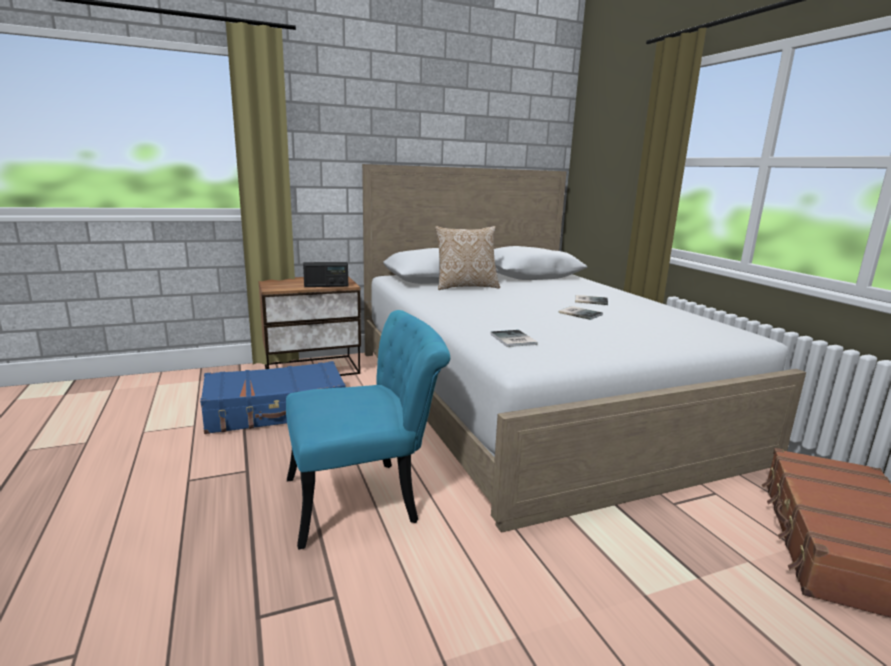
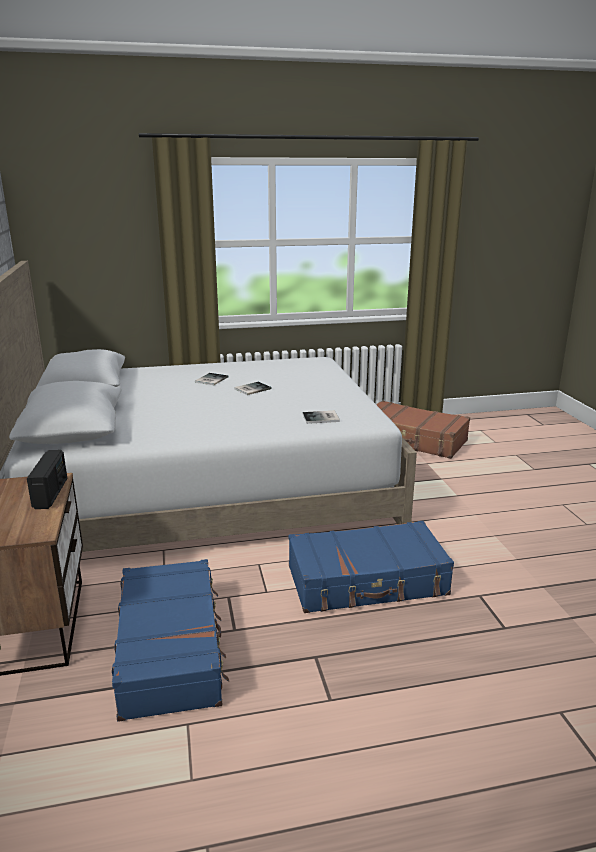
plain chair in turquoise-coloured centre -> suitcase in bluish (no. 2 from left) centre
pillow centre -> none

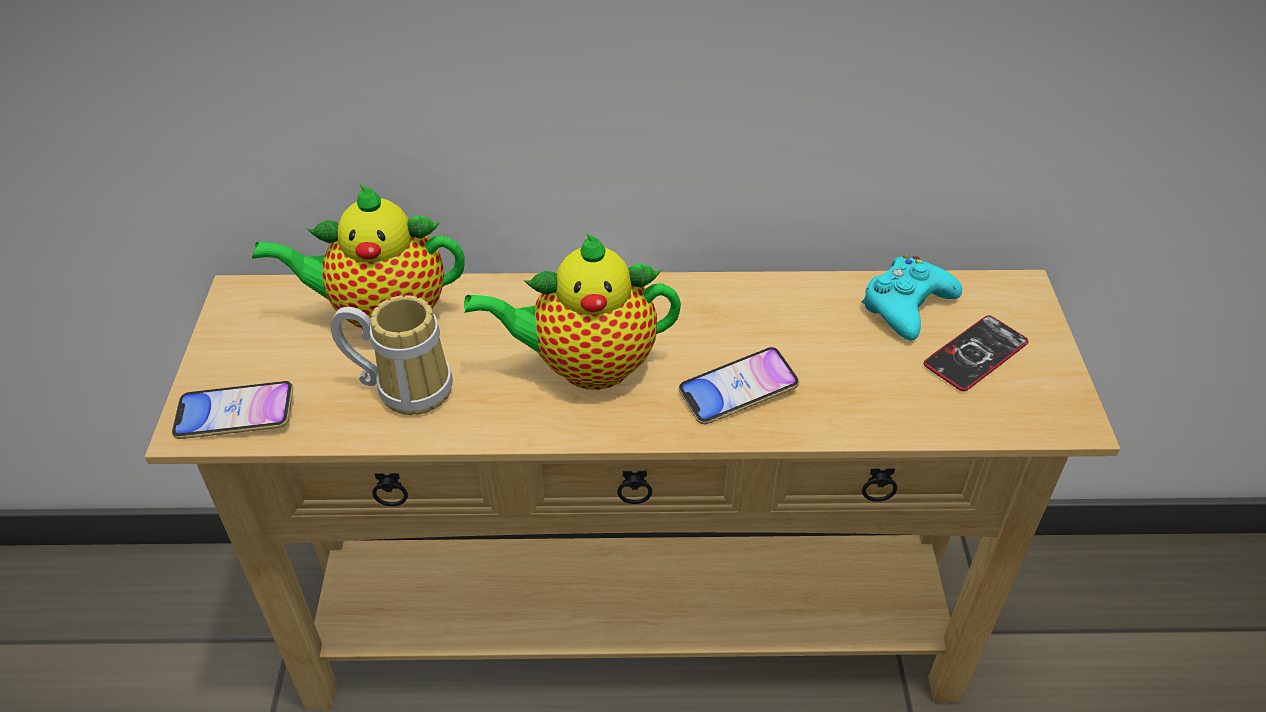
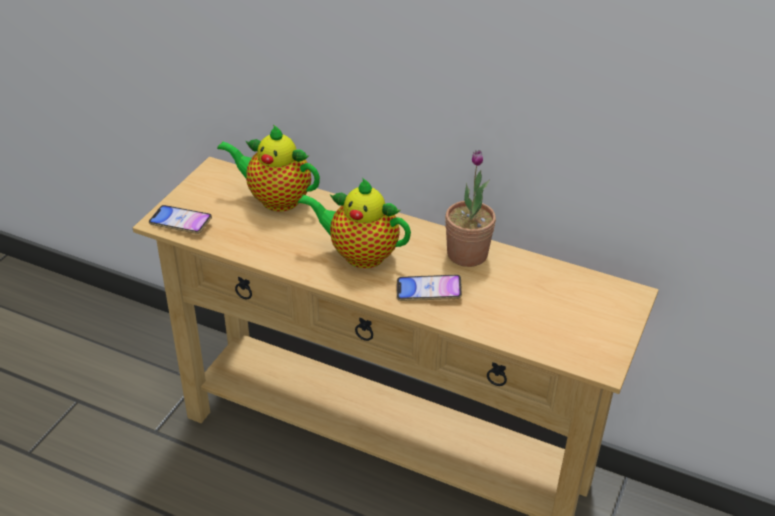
coffee mug middle left -> none
game controller in turquoise-coloured middle right -> none
telephone (no. 3 from left) middle right -> none
none -> plant in a pot centre

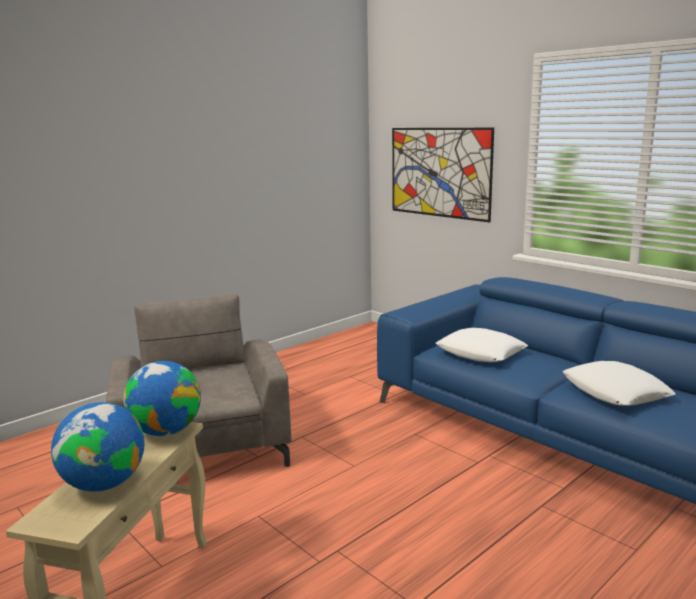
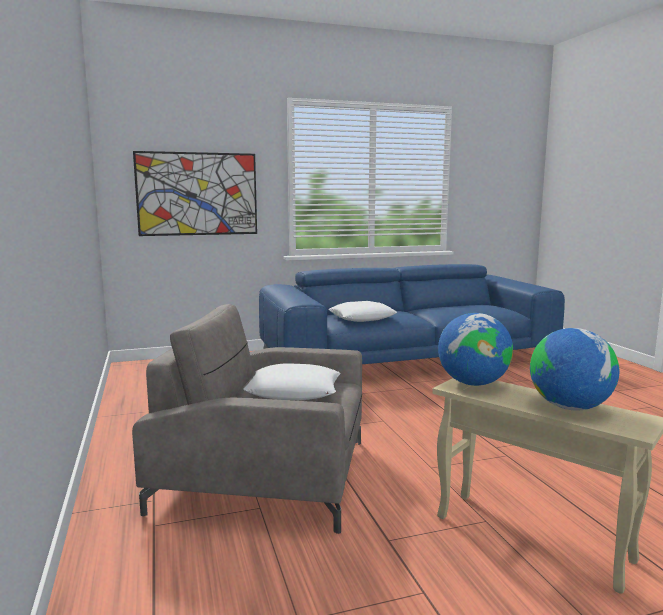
pillow in white (no. 2 from left in the first image) middle right -> pillow in white (no. 1 from left) centre, relocated

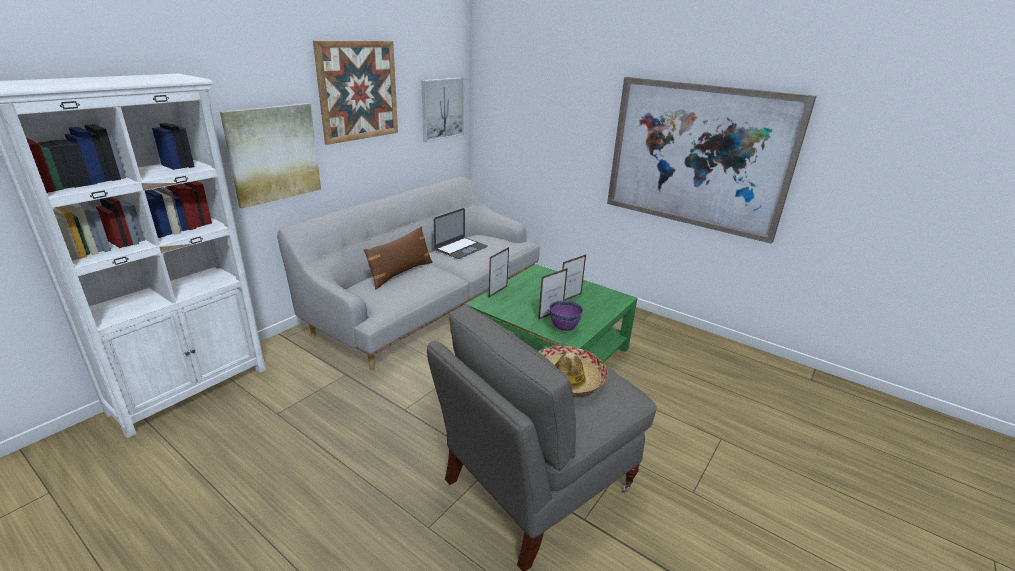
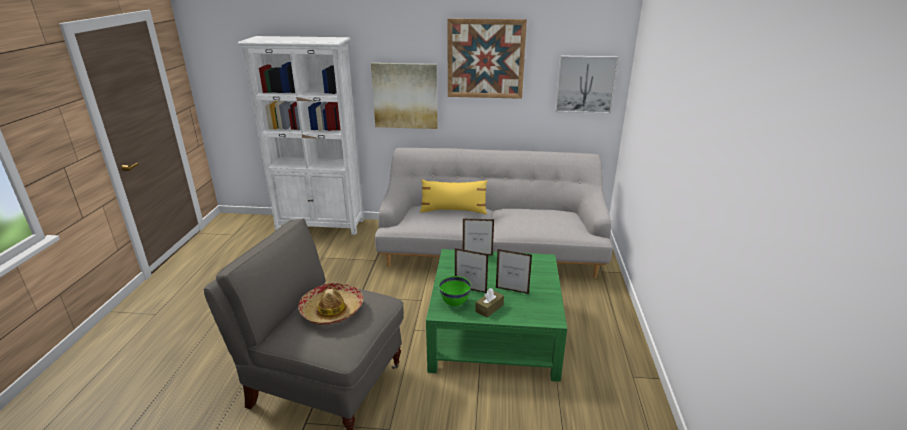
pillow in brown centre -> pillow in yellow-coloured centre
portable computer centre -> none
deep dish in purplish centre -> deep dish in greenish bottom centre
wall picture (no. 4 from left) top right -> none
none -> tissue holder in brown bottom centre

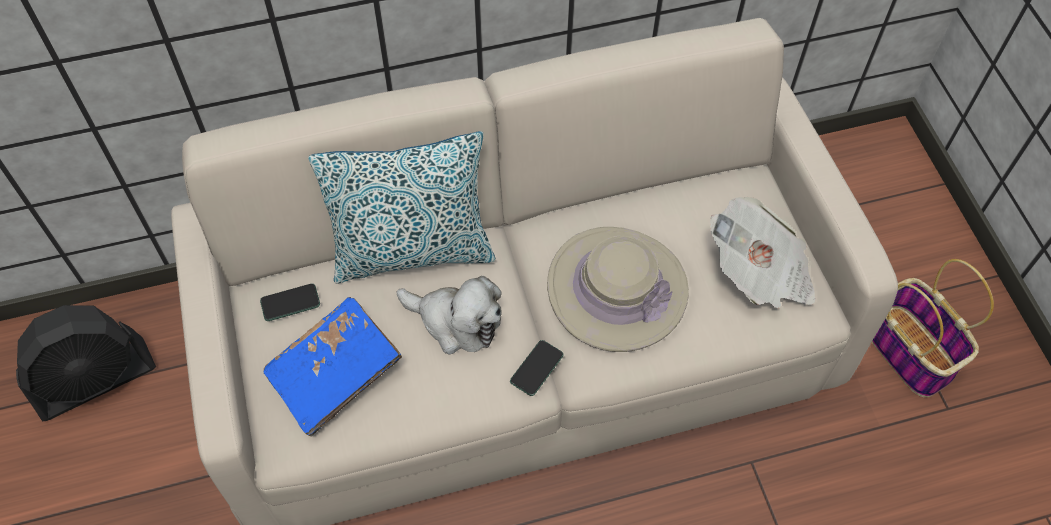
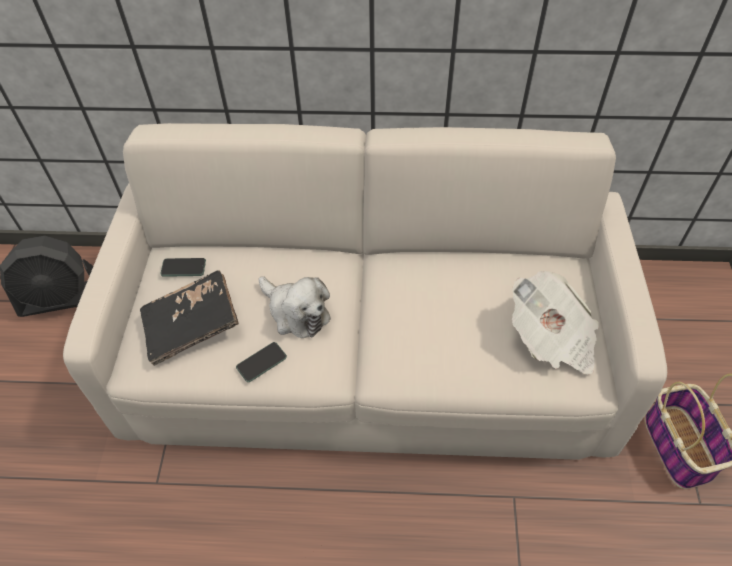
book in bluish bottom left -> book in black middle left
pillow centre -> none
telephone (no. 2 from left) bottom centre -> telephone (no. 2 from left) centre, relocated
wearable hat in beige centre -> none

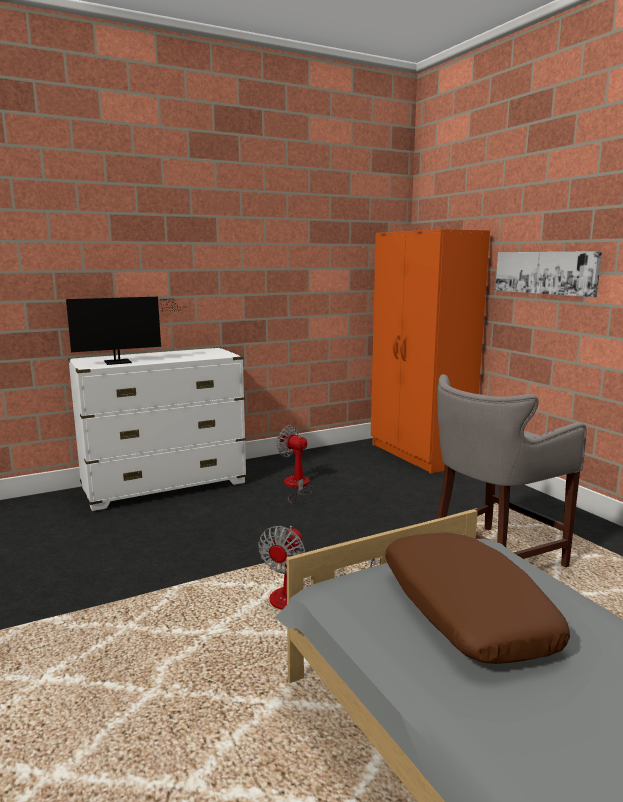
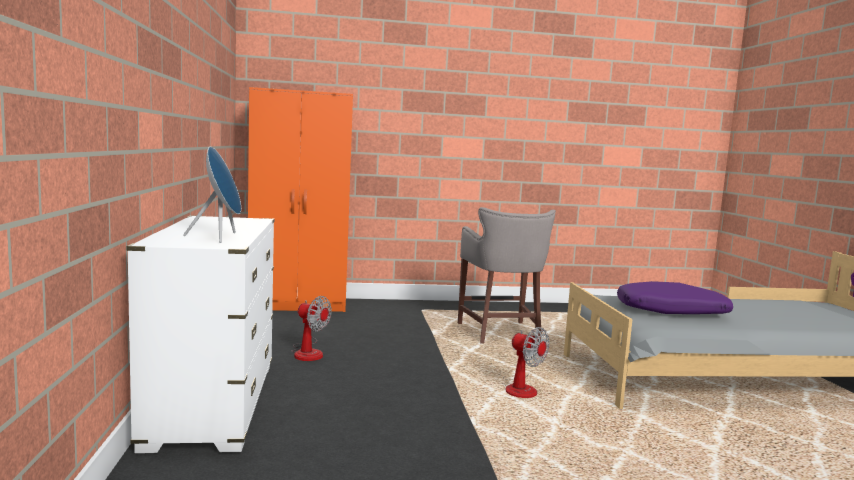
computer display middle left -> audio speaker in bluish middle left
fan (no. 1 from left) centre -> fan (no. 1 from left) bottom centre, 120 degrees counterclockwise
pillow in brown bottom right -> pillow in purplish middle right
wall picture middle right -> none

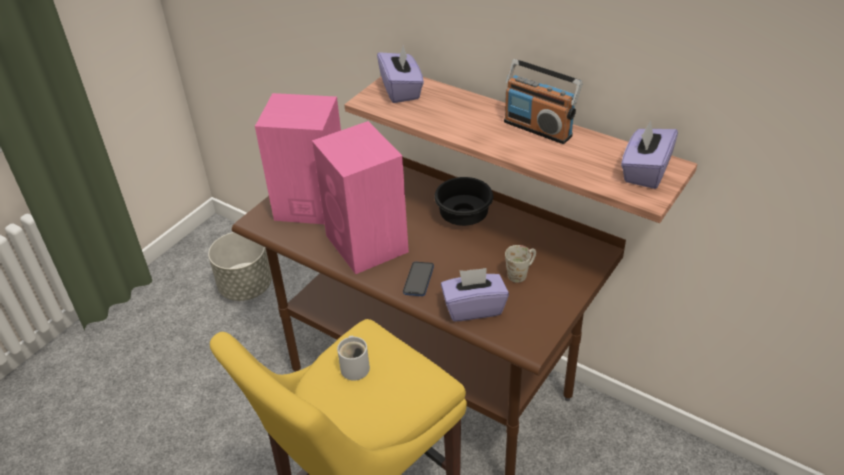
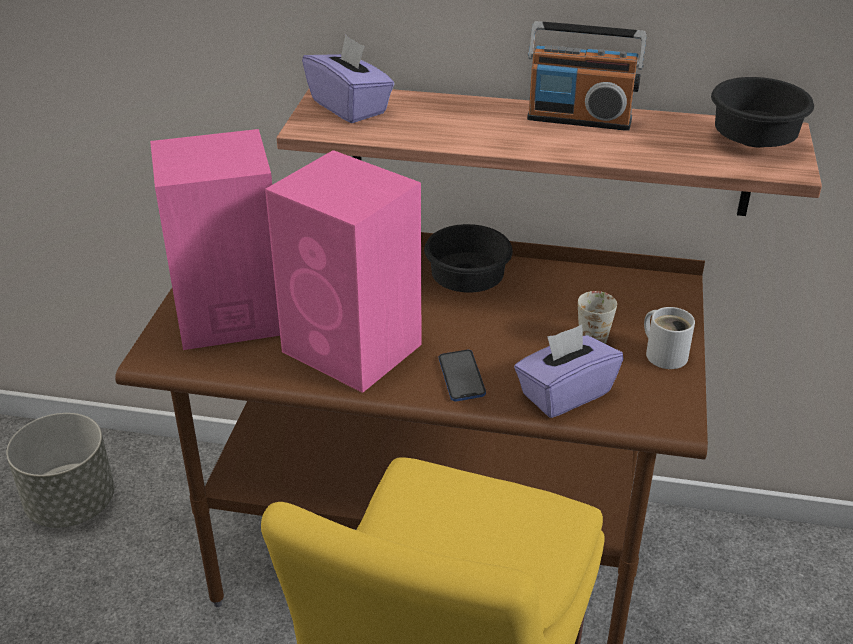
coffee mug in white (no. 1 from left in the first image) bottom centre -> coffee mug in white (no. 2 from left) middle right, relocated
tissue holder in purplish (no. 3 from left) top right -> deep dish in black (no. 2 from left) top right

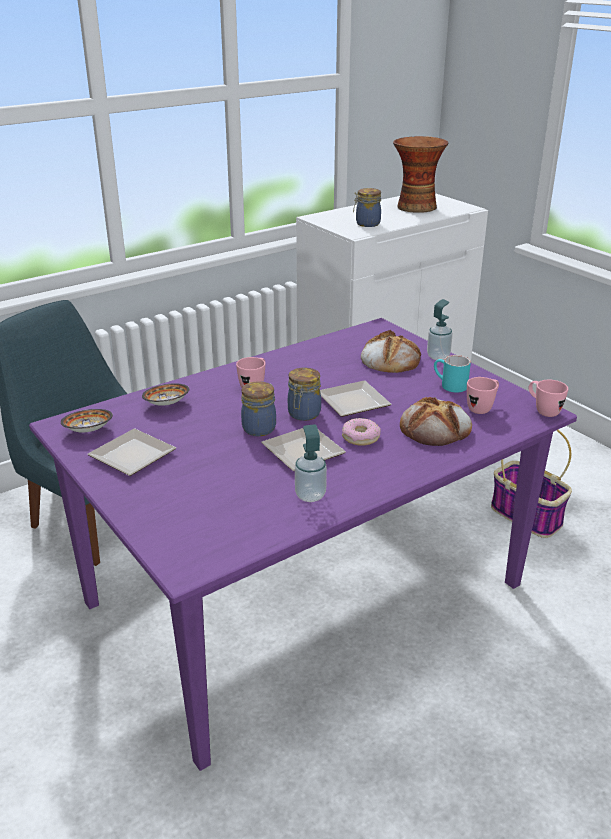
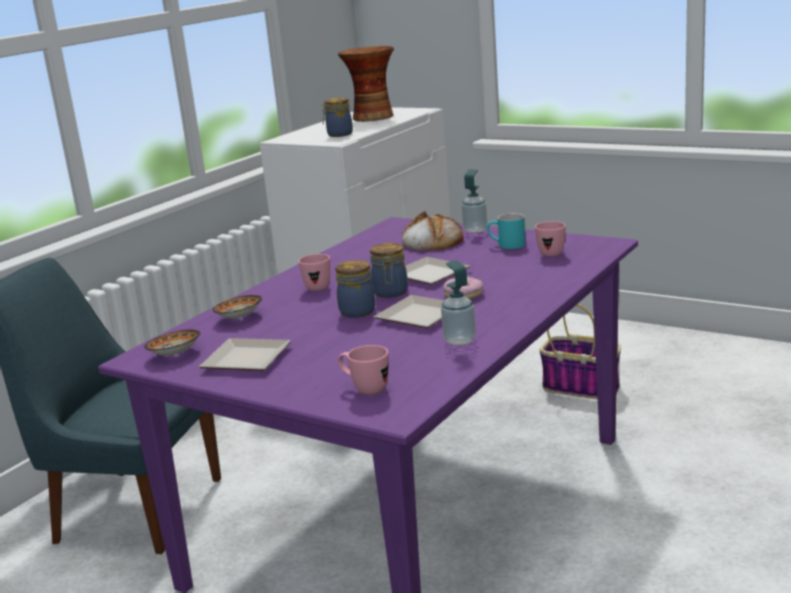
bakery bread (no. 2 from left) middle right -> none
coffee mug in pink (no. 3 from left in the first image) middle right -> coffee mug in pink (no. 2 from left) centre, relocated

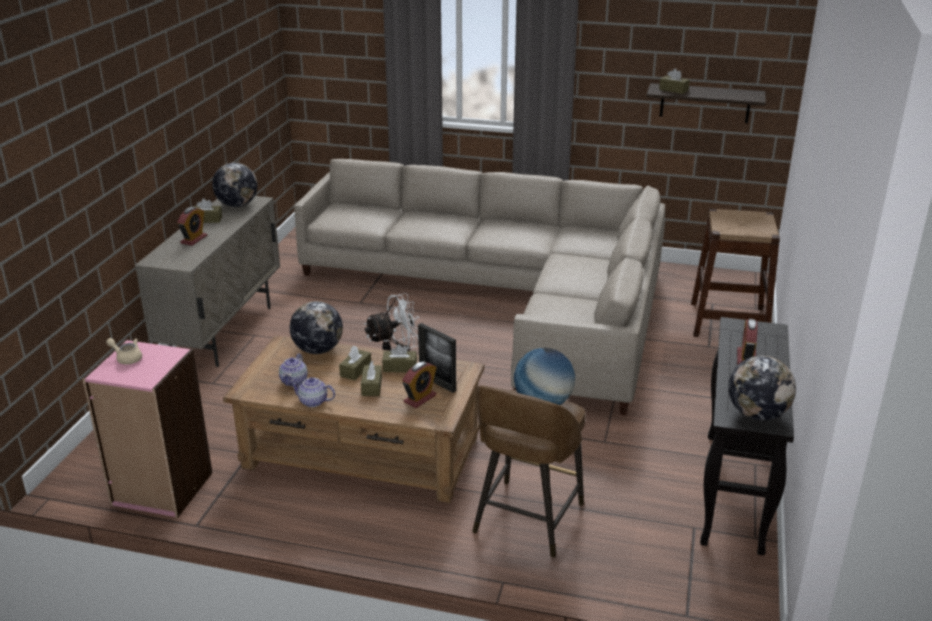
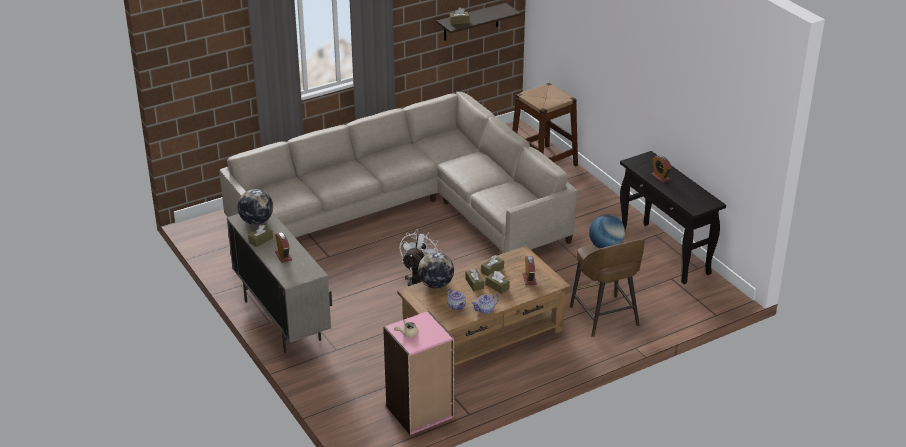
standing frame centre -> none
desk globe (no. 4 from left) middle right -> none

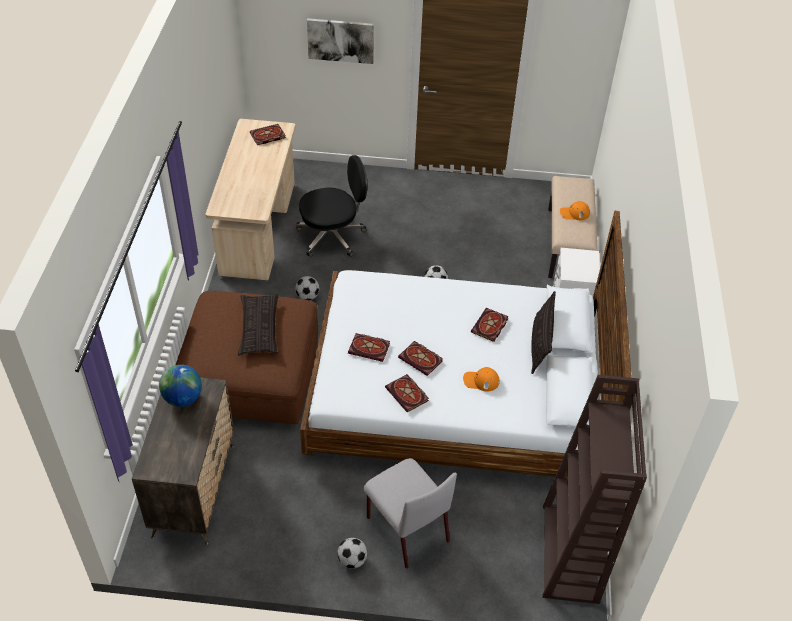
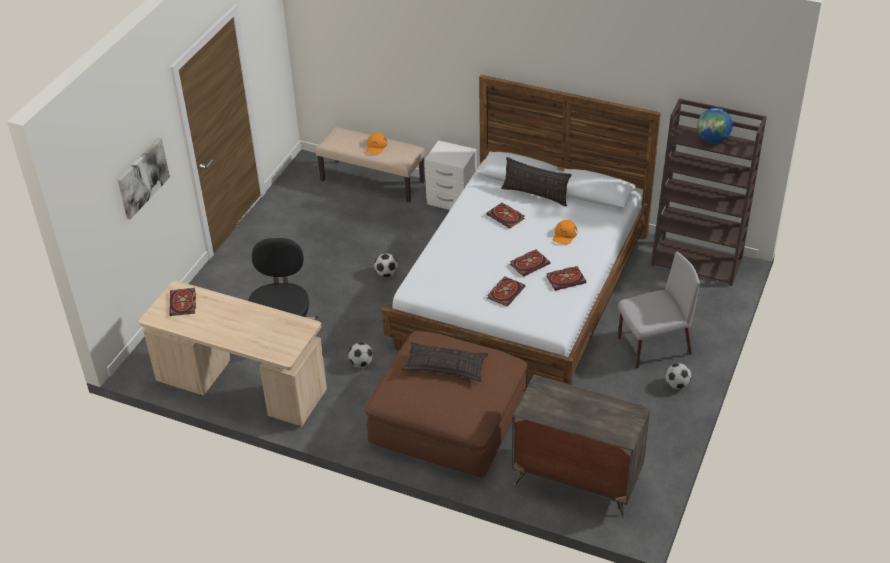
desk globe middle left -> desk globe top right, relocated

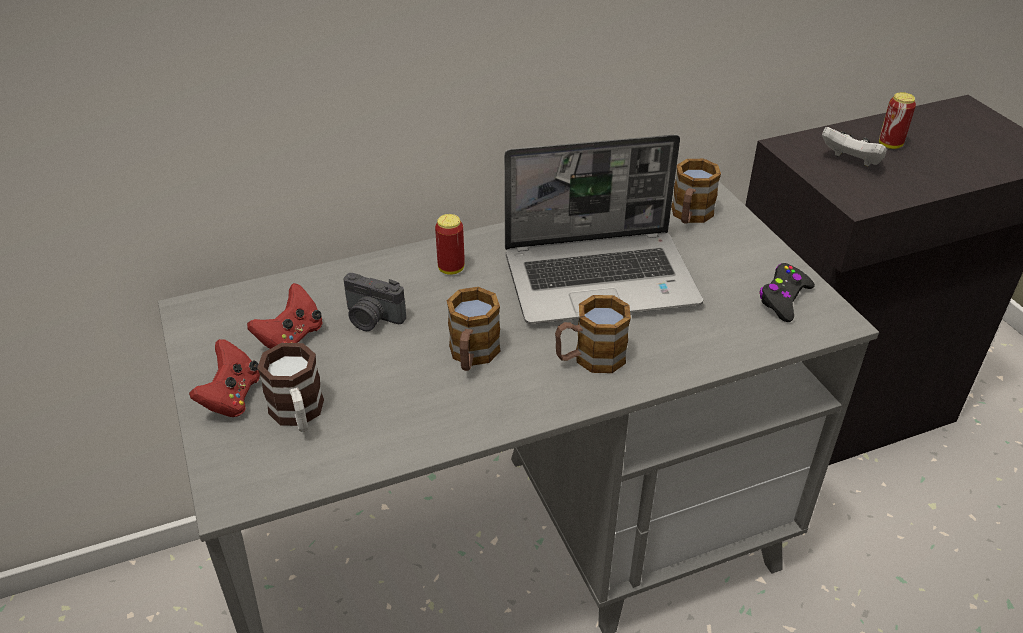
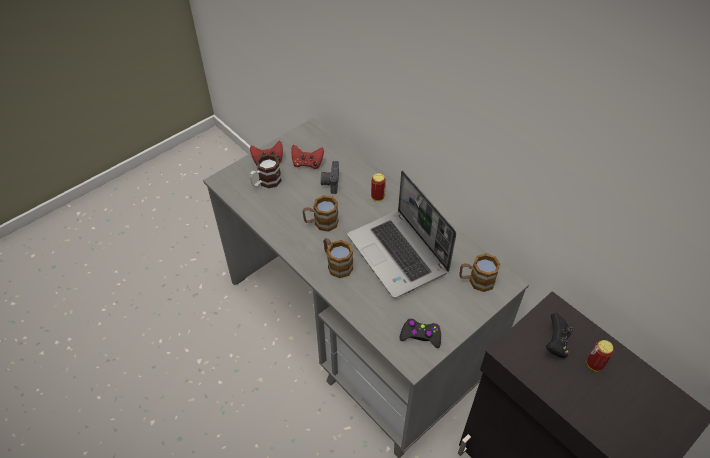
game controller in white top right -> game controller in black (no. 2 from left) bottom right

